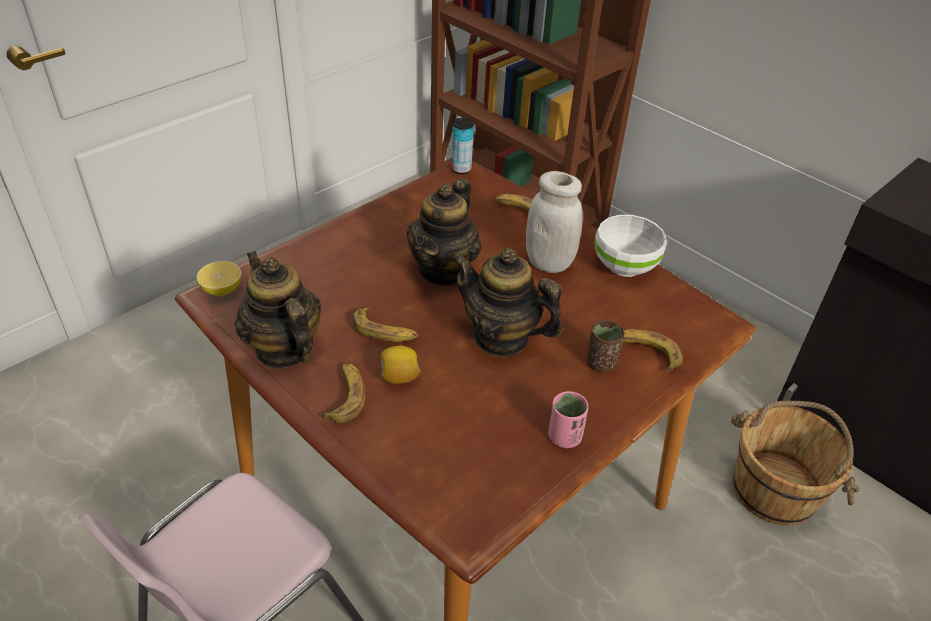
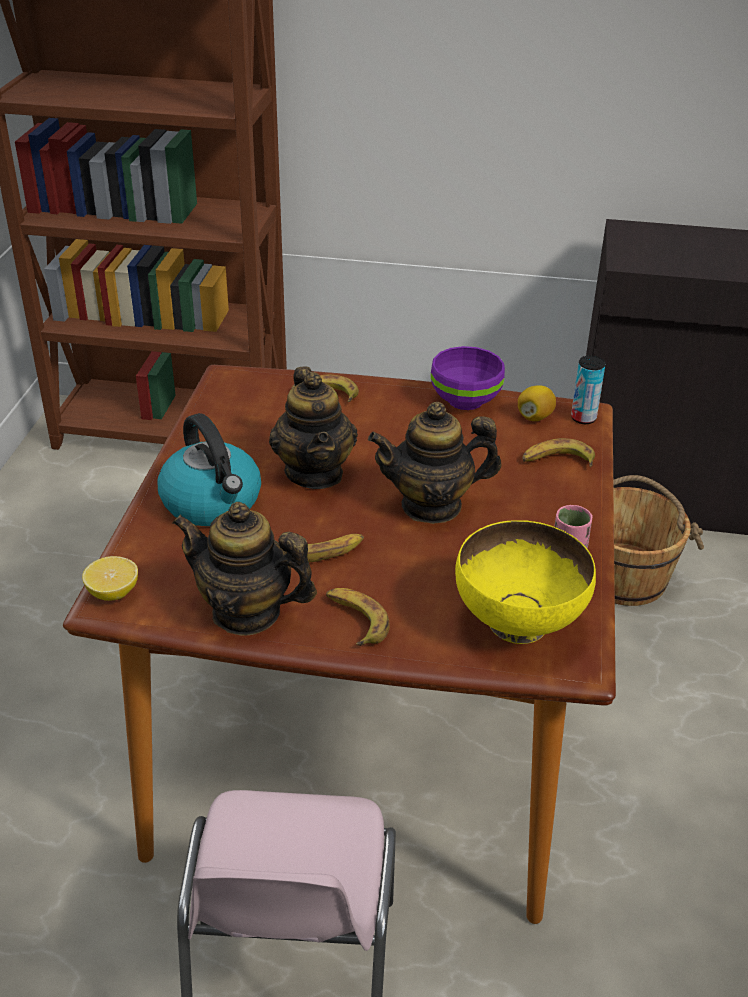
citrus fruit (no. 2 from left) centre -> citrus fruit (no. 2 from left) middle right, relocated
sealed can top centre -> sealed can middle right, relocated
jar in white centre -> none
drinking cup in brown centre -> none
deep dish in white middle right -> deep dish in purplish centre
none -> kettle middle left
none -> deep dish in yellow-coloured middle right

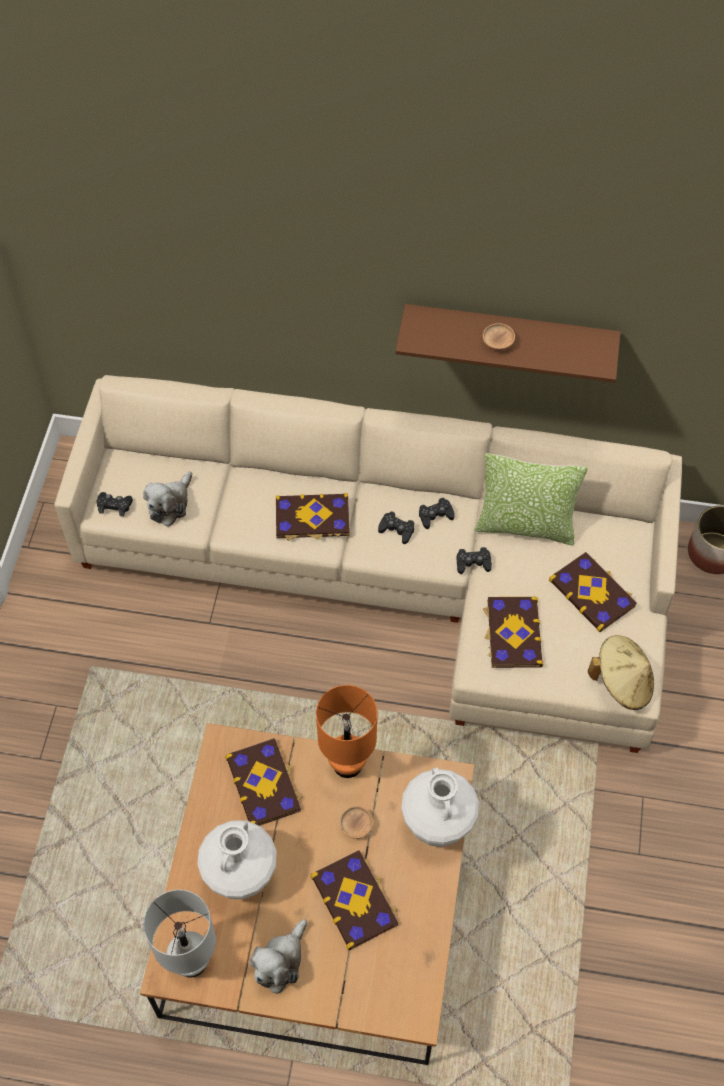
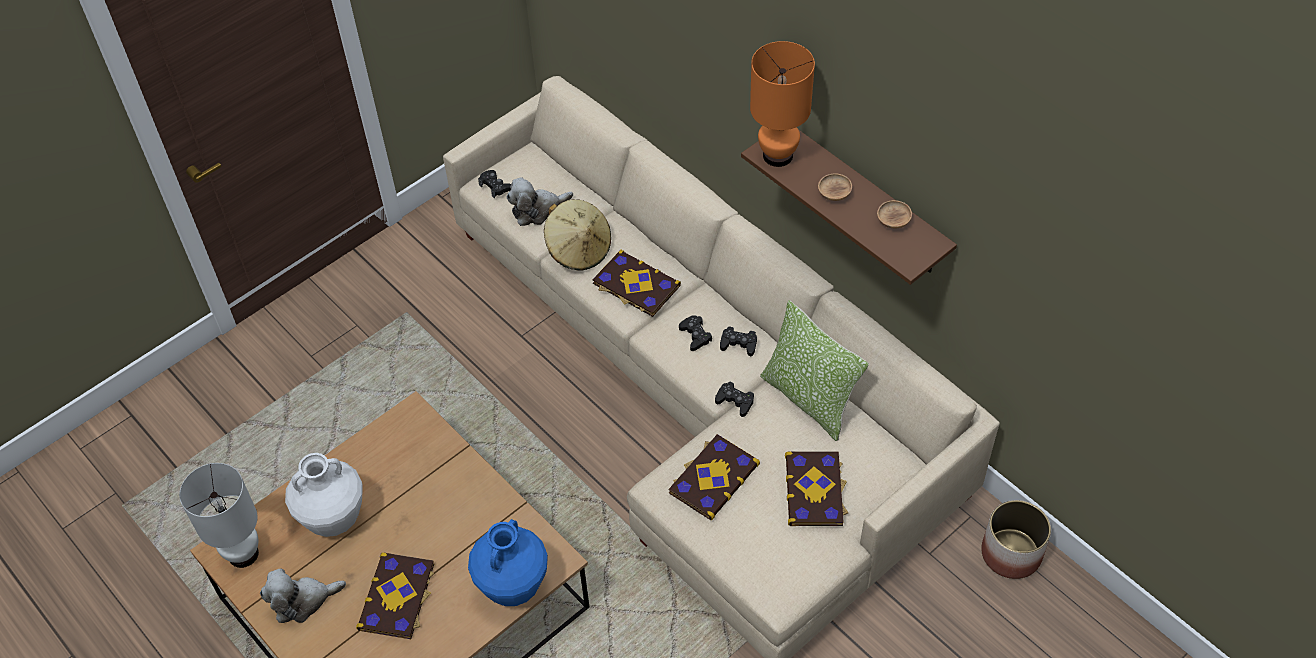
book (no. 1 from left) bottom centre -> none
tabletop lamp in orange bottom centre -> tabletop lamp in orange top centre, relocated
deep dish in brown (no. 1 from left in the first image) bottom centre -> deep dish in brown (no. 2 from left) top right, relocated
vase in white (no. 2 from left) bottom centre -> vase in bluish bottom centre
wearable hat in beige middle right -> wearable hat in beige centre, relocated

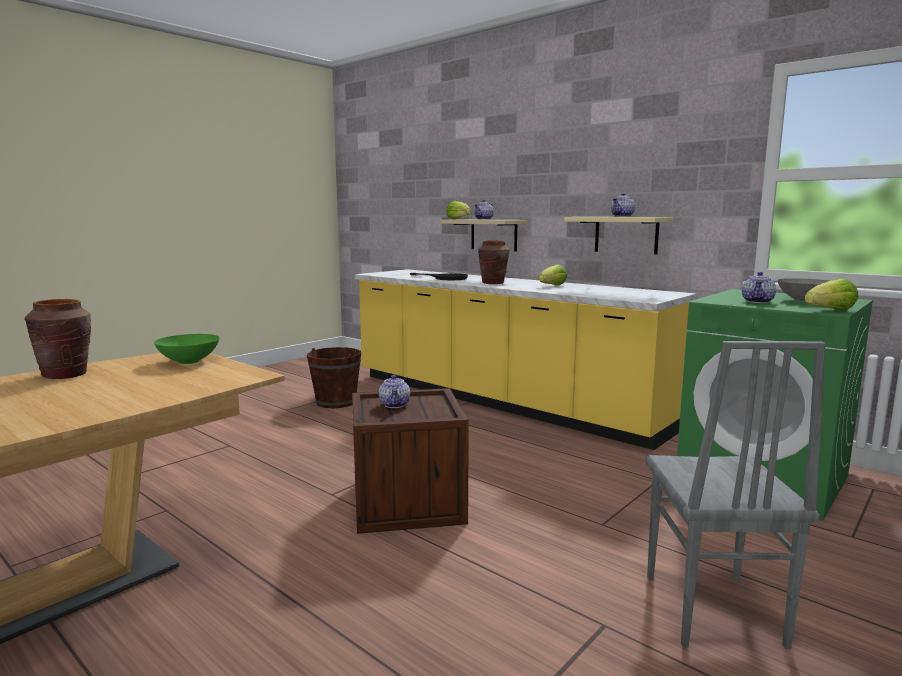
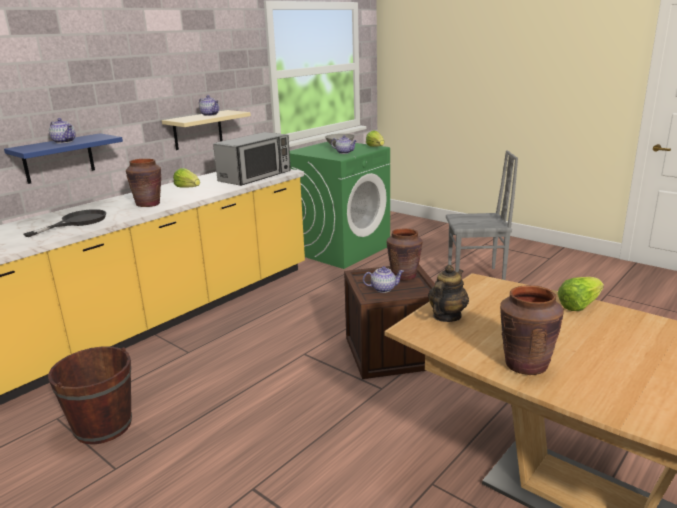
deep dish in greenish middle left -> teapot (no. 5 from left) centre
shelf in beige (no. 1 from left) centre -> shelf in bluish top left
lettuce head (no. 1 from left in the first image) top centre -> lettuce head (no. 3 from left) middle right, relocated
none -> microwave oven top centre
none -> vase in brown (no. 2 from left) centre

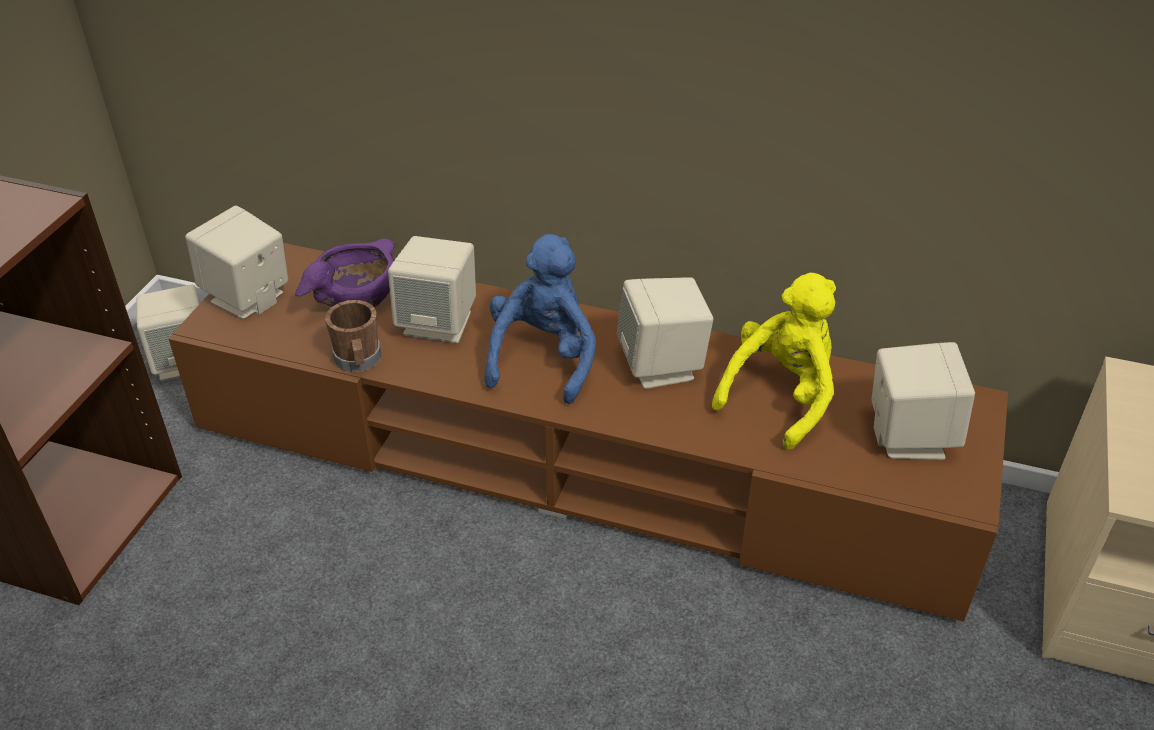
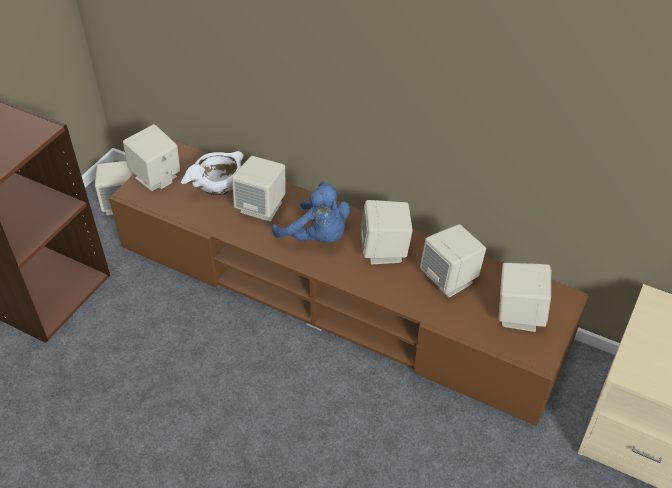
deep dish in purplish middle left -> deep dish in white middle left
coffee mug in brown middle left -> none
soft toy in bluish centre, 105 degrees clockwise
soft toy in yellow-coloured middle right -> audio speaker in beige (no. 5 from left) middle right

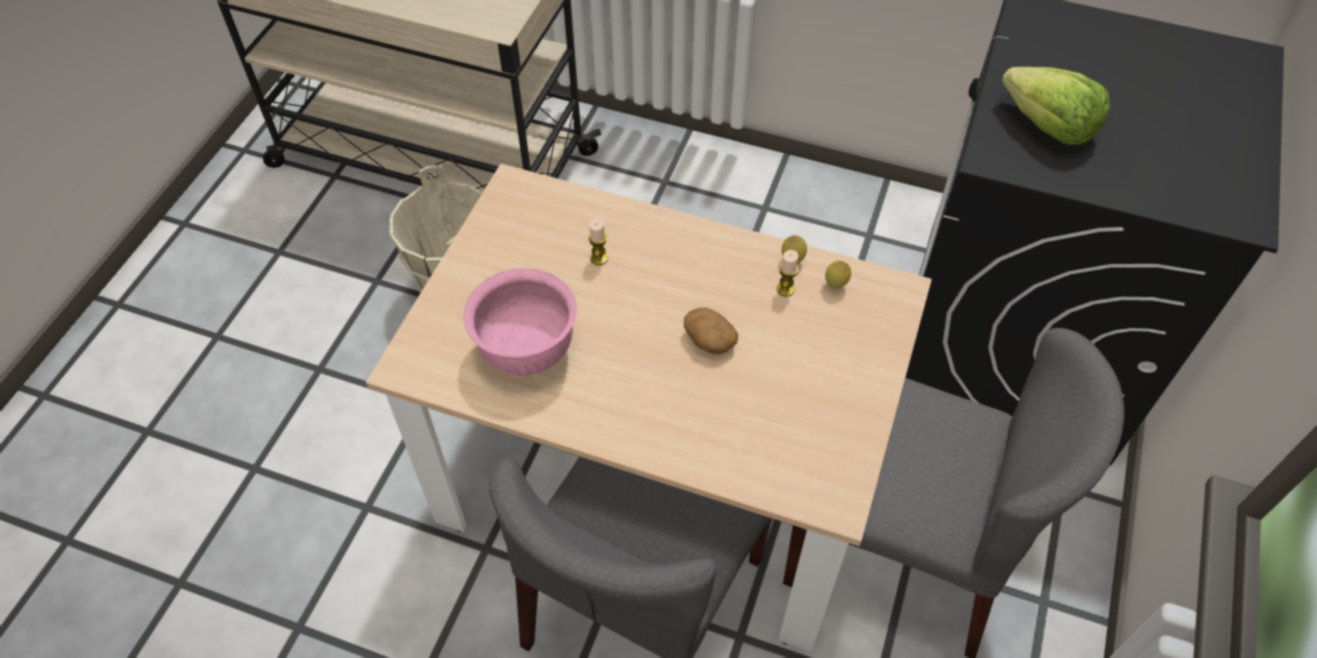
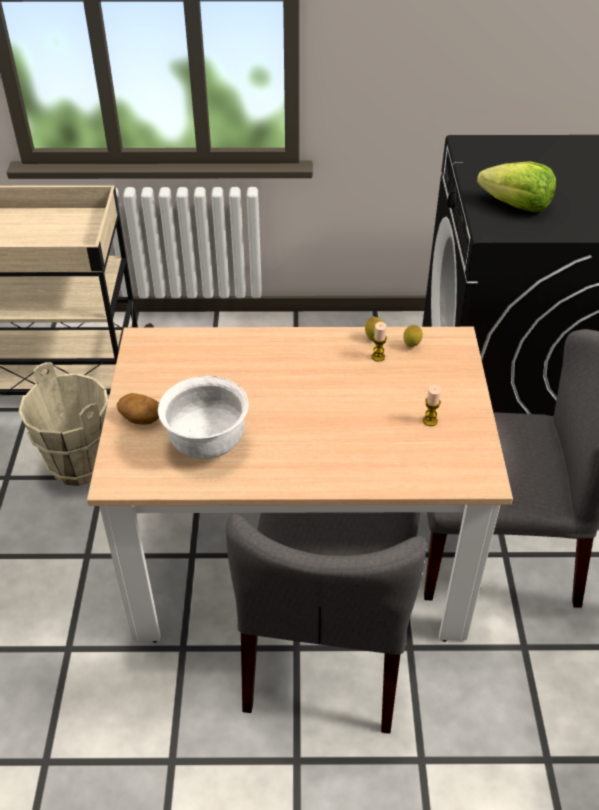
deep dish in pink centre -> deep dish in white centre
wax candle (no. 1 from left in the first image) centre -> wax candle (no. 2 from left) middle right, relocated
potato centre -> potato middle left, relocated

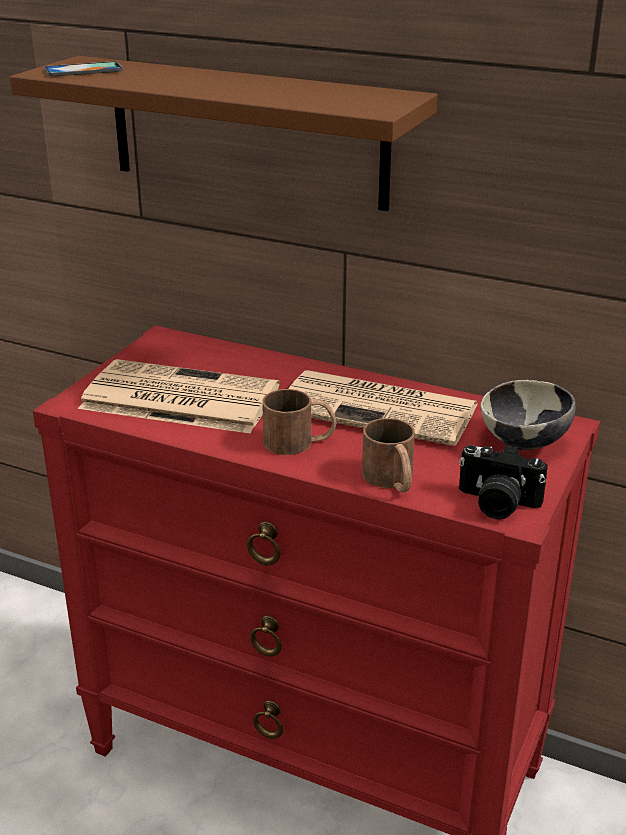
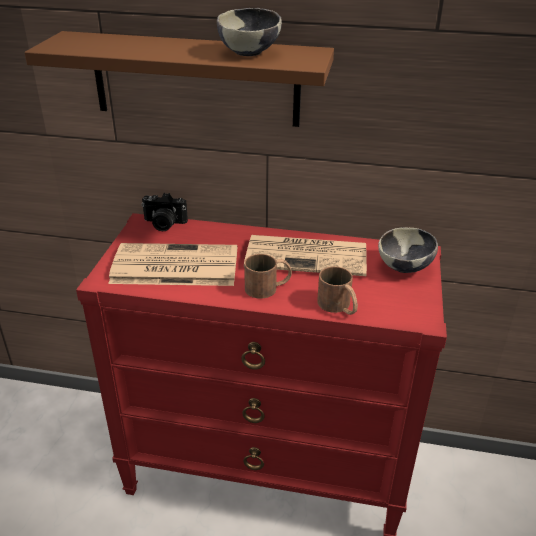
telephone top left -> none
photo camera middle right -> photo camera middle left, relocated
none -> deep dish (no. 1 from left) top centre

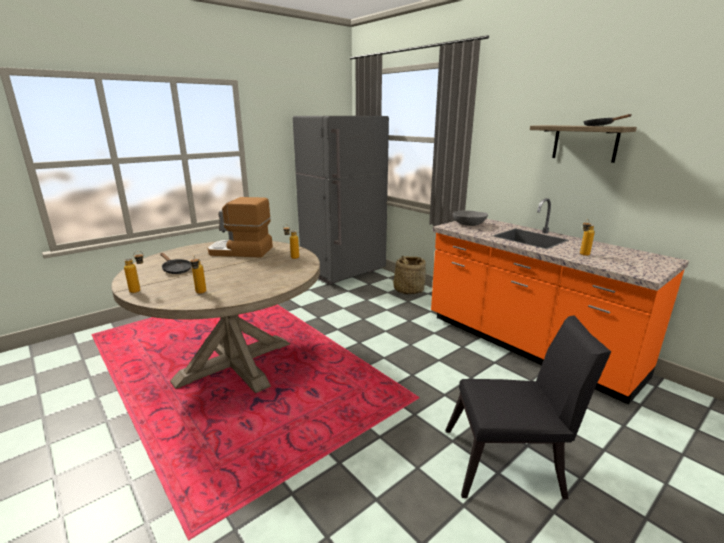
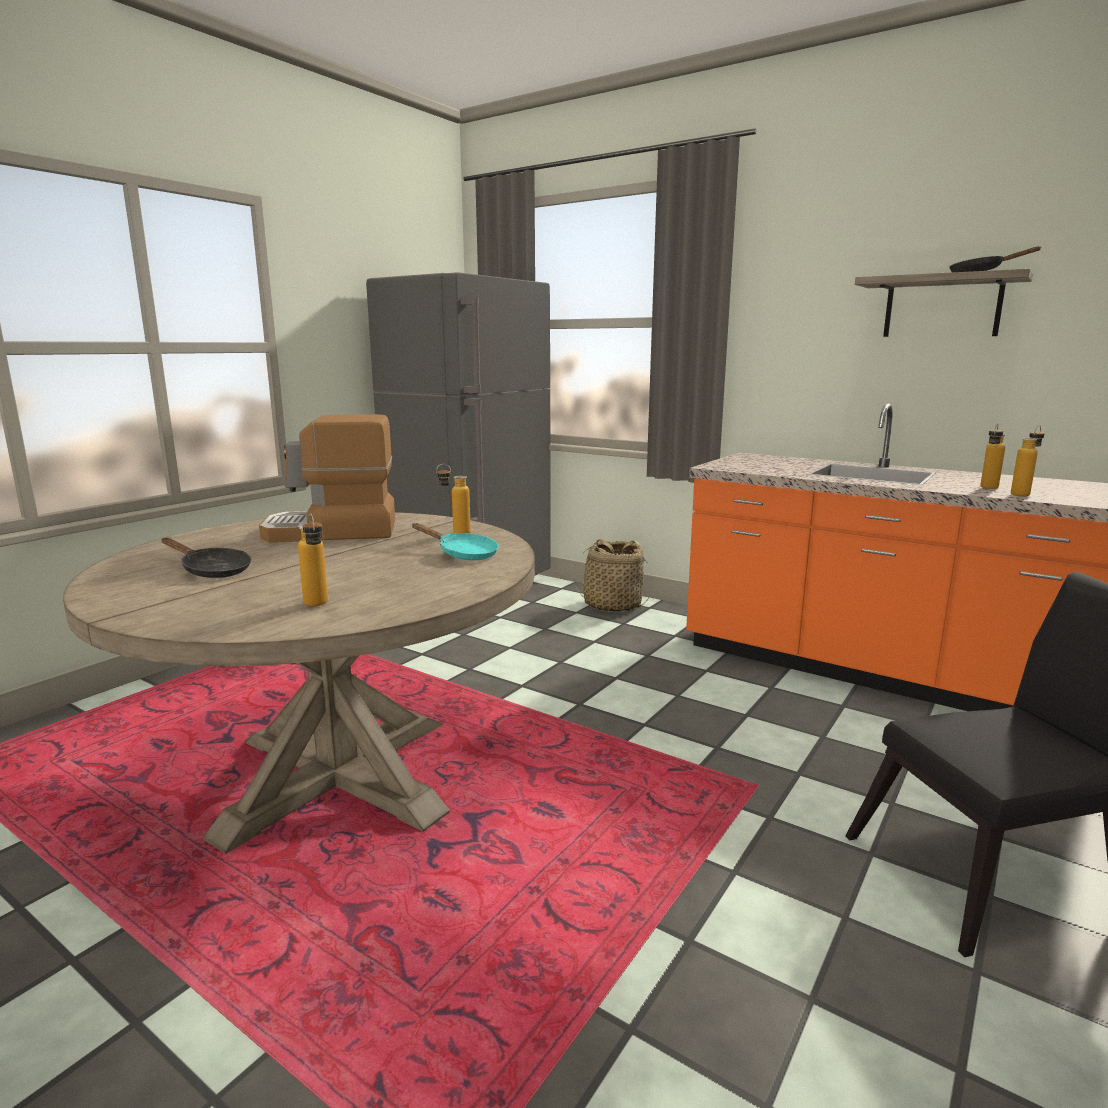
bottle (no. 1 from left in the first image) middle left -> bottle (no. 4 from left) middle right, relocated
deep dish in grey centre -> none
none -> skillet in turquoise-coloured centre

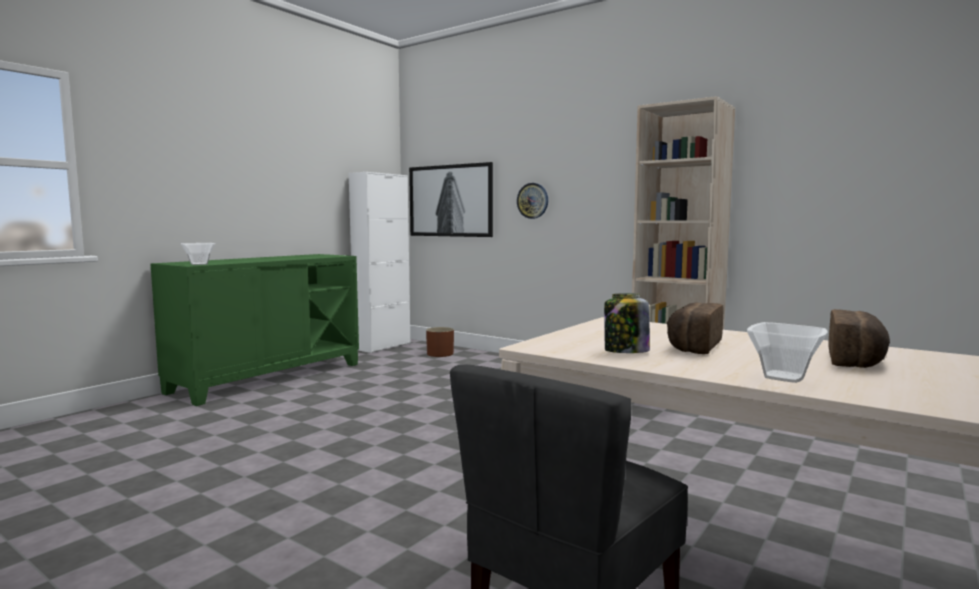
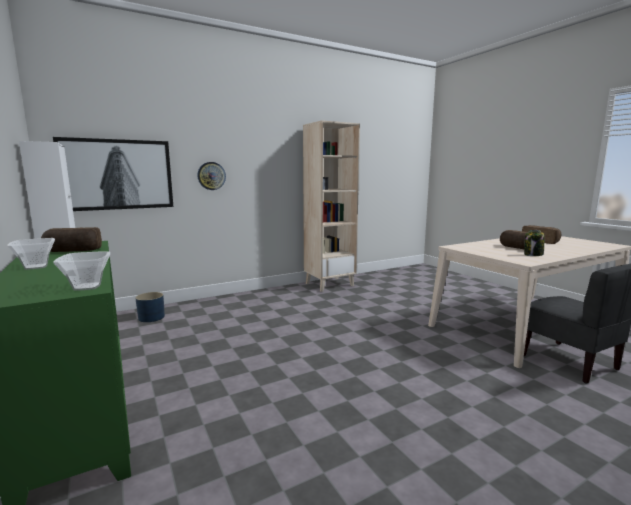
plant pot in brown centre -> plant pot in bluish middle left
deep dish (no. 2 from left in the first image) middle right -> deep dish (no. 1 from left) middle left, relocated
none -> bakery bread (no. 1 from left) middle left

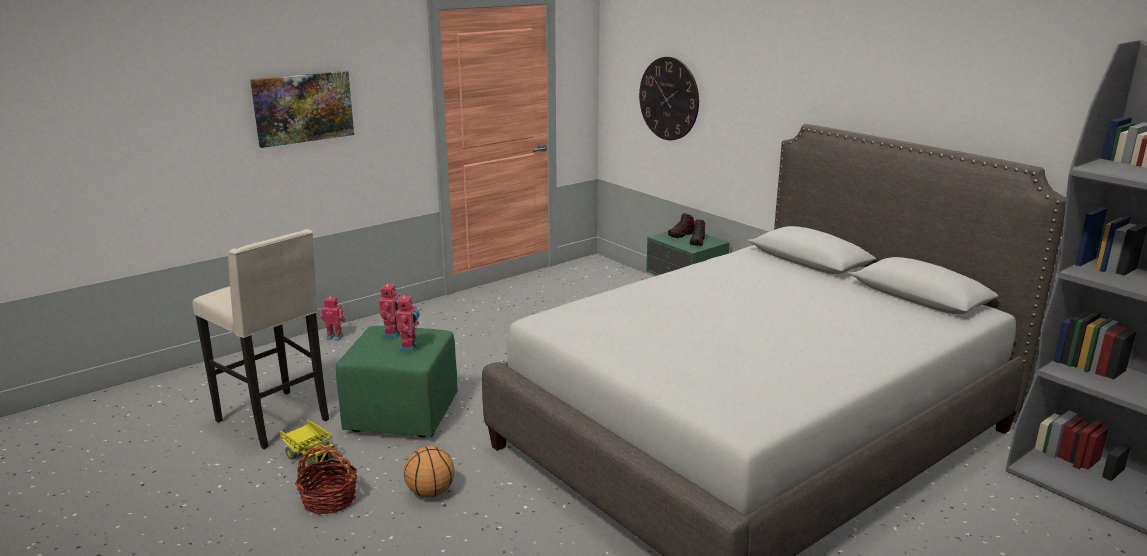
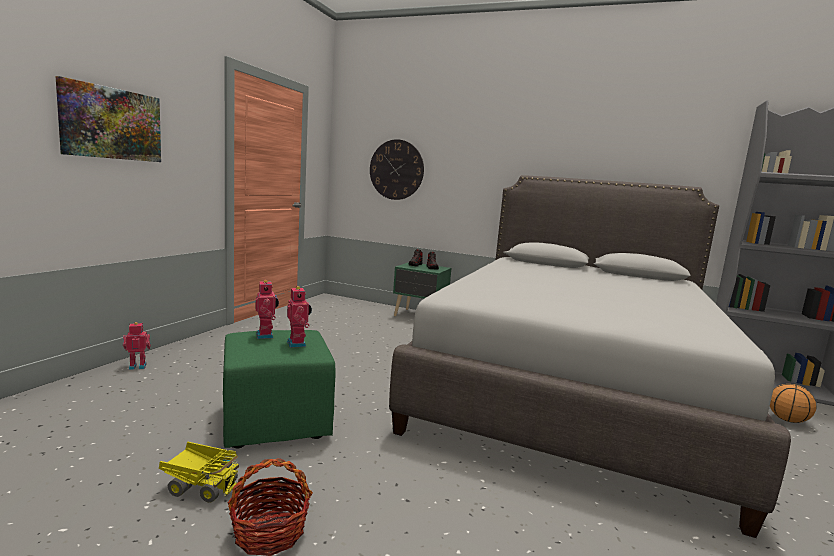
sitting stool in beige middle left -> none
basketball bottom centre -> basketball bottom right, relocated

